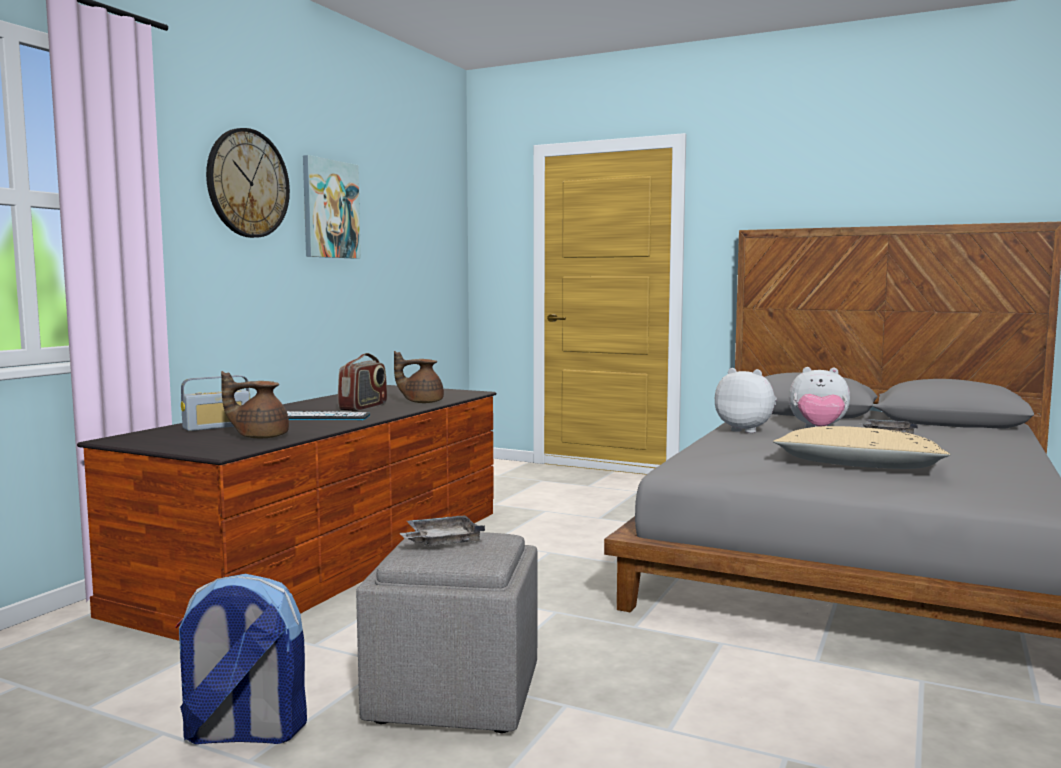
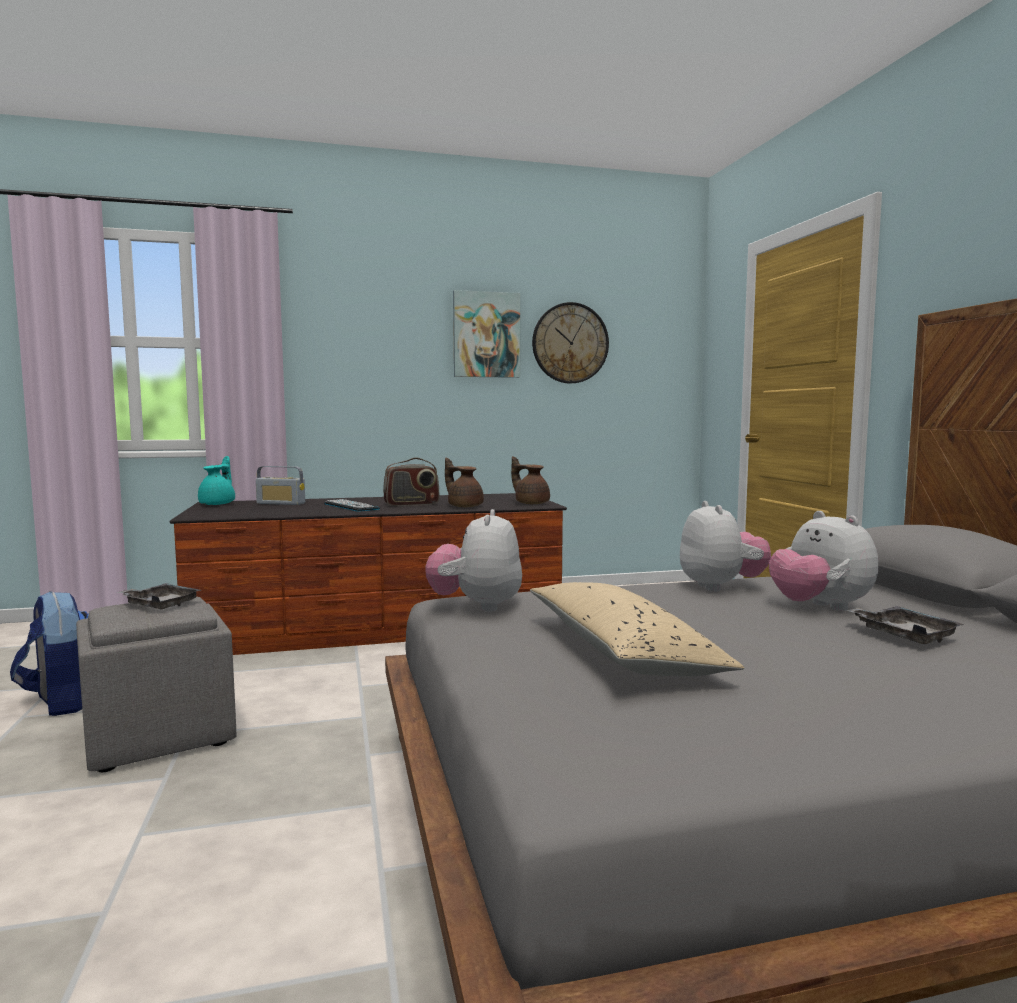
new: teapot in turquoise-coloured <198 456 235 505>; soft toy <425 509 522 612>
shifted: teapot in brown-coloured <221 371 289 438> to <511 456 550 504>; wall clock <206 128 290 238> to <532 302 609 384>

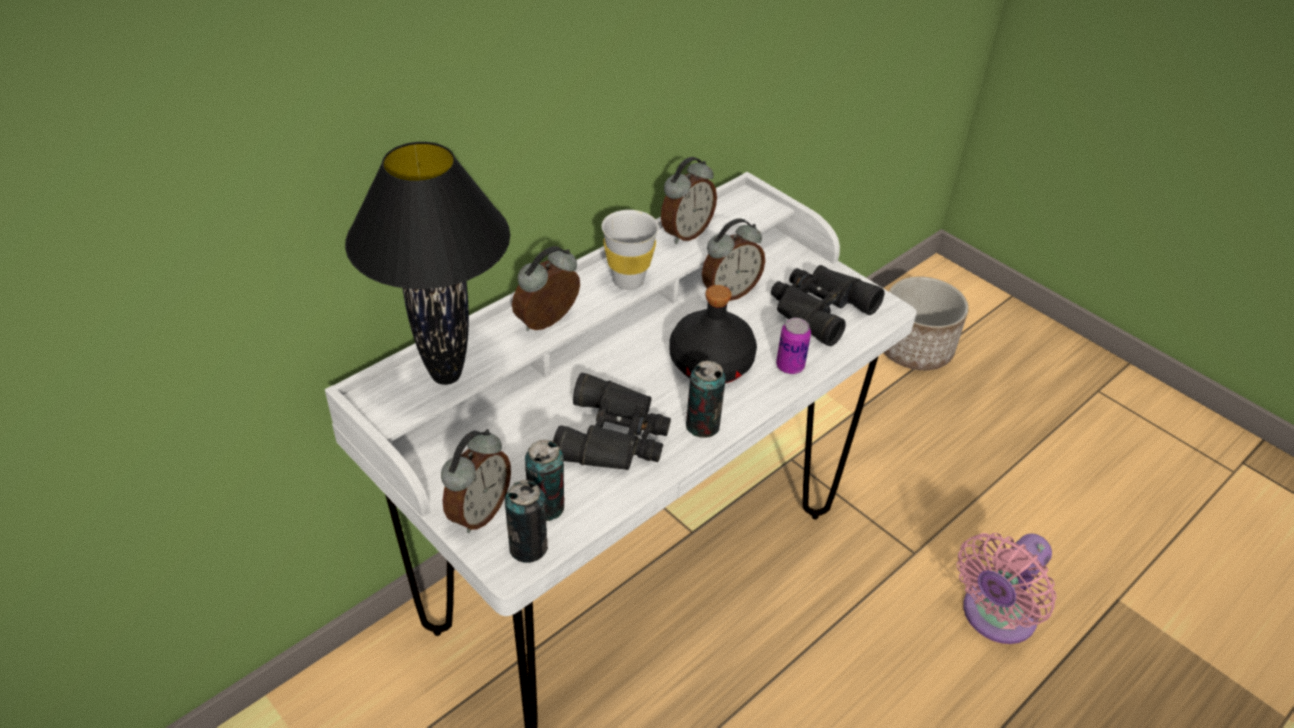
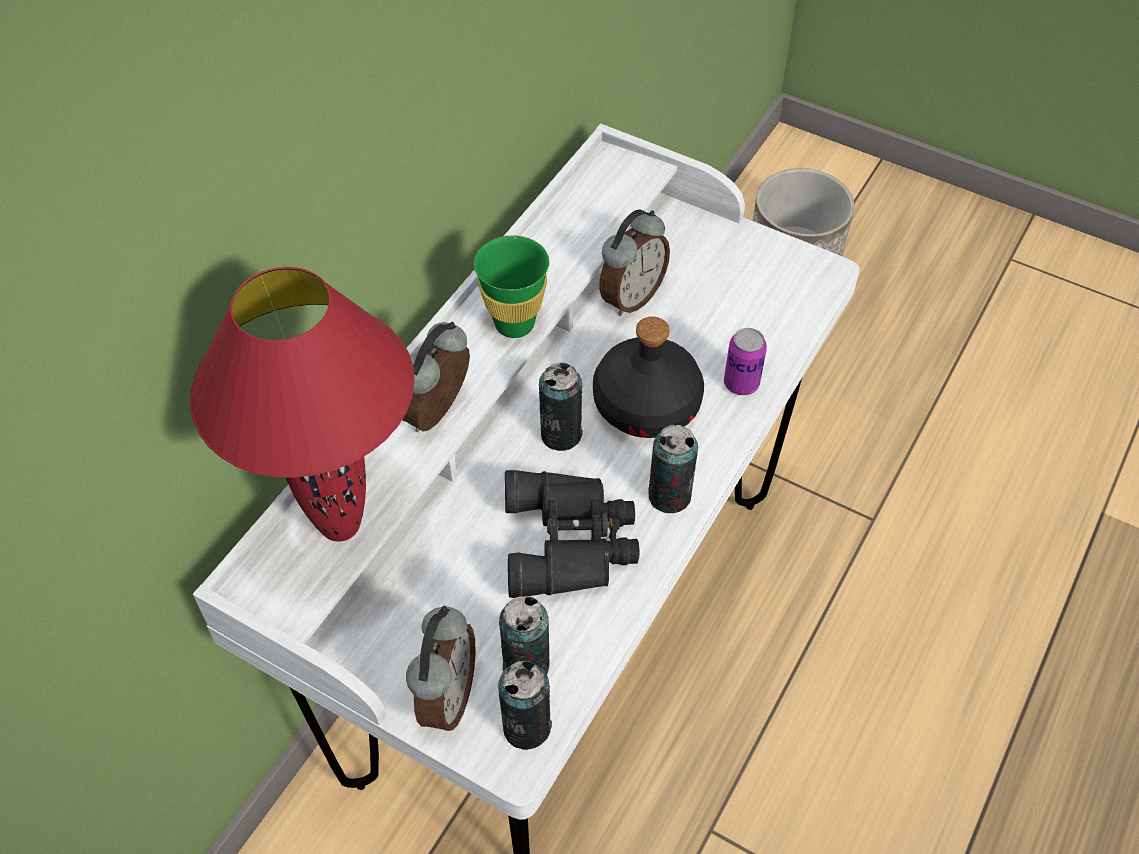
gone: alarm clock <661 157 717 244>; binoculars in blackish <771 265 885 346>; cooling fan in pinkish <957 533 1057 644>
new: sealed can <539 363 583 451>
repainted: table lamp in blackish <345 142 510 385> to table lamp in red-coloured <190 267 415 542>; cup in white <602 210 659 290> to cup in greenish <474 236 549 338>

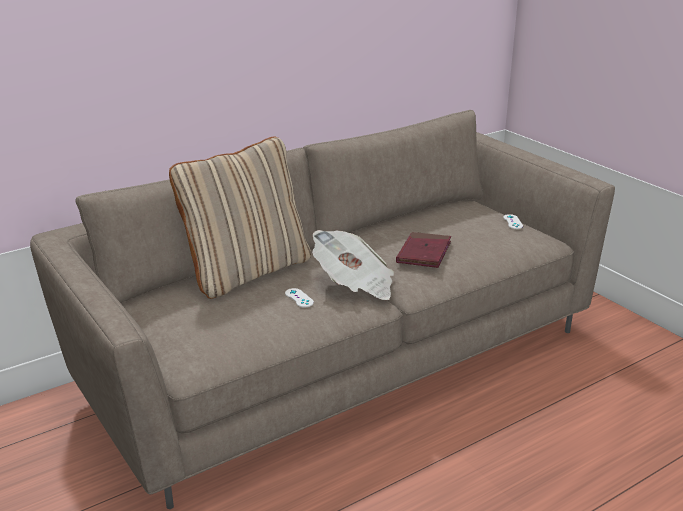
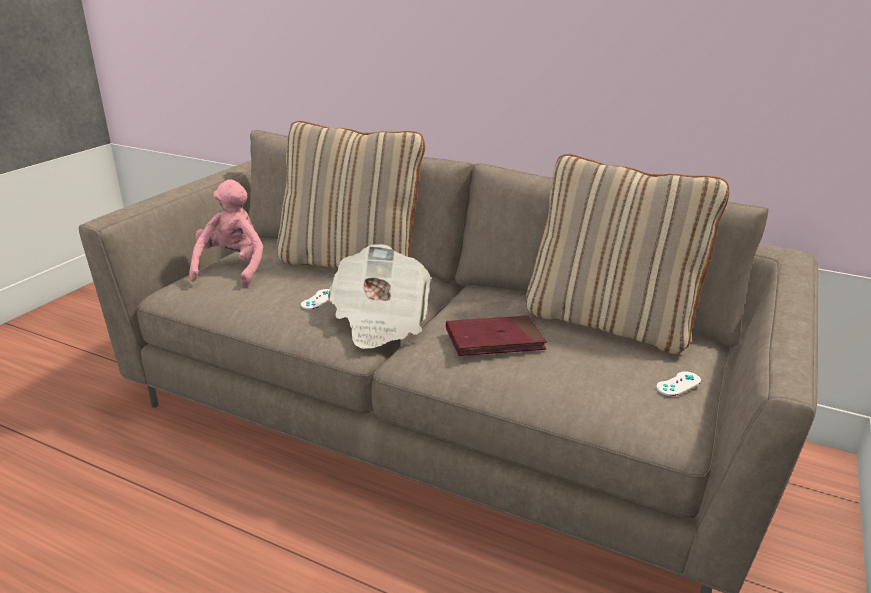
new: soft toy in pinkish <189 179 263 287>; cushion in beige-coloured <526 154 729 354>

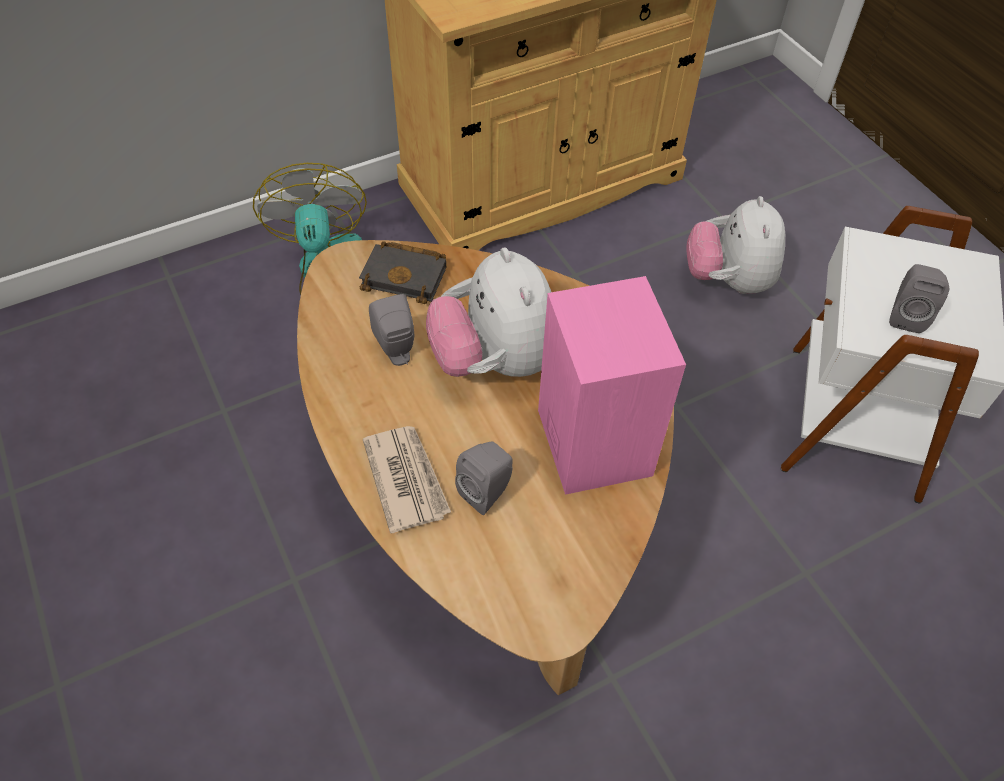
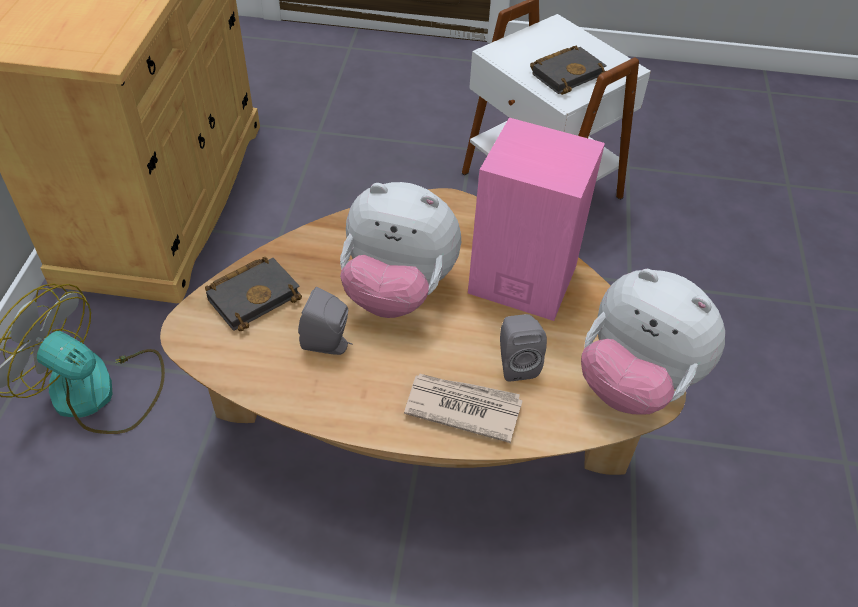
shifted: soft toy <687 196 785 294> to <581 269 725 415>
swapped: loudspeaker in gray <889 264 949 333> to book in blackish <530 46 607 95>

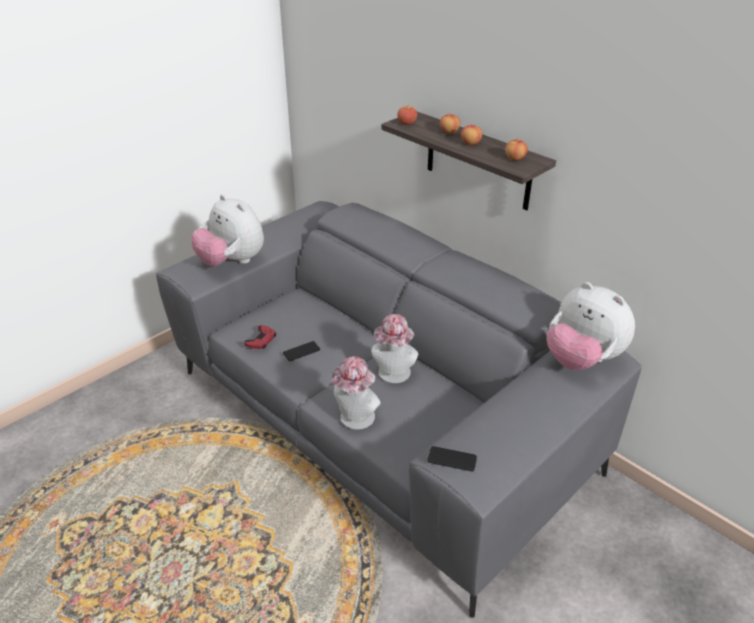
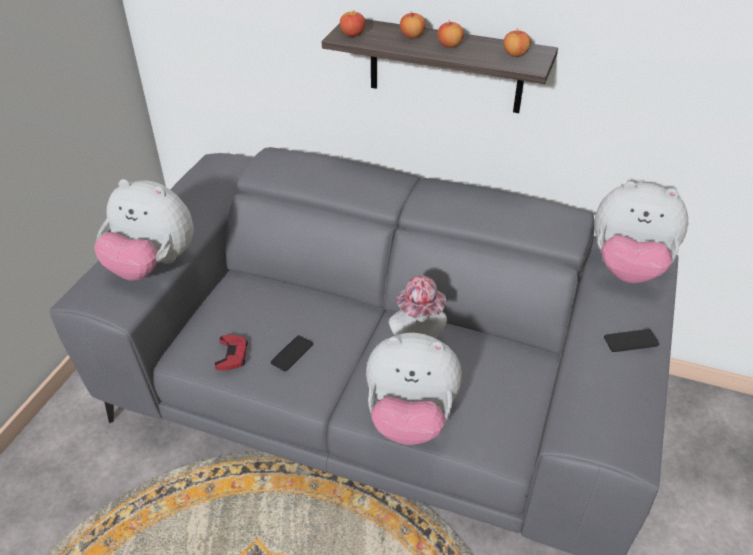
shifted: phone <427 446 477 471> to <604 329 659 352>
swapped: wearable hat <332 356 381 430> to soft toy <366 333 462 445>

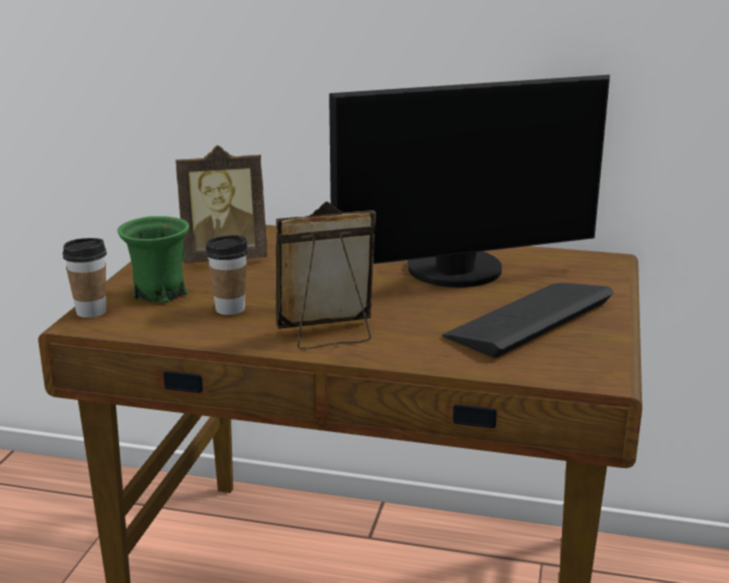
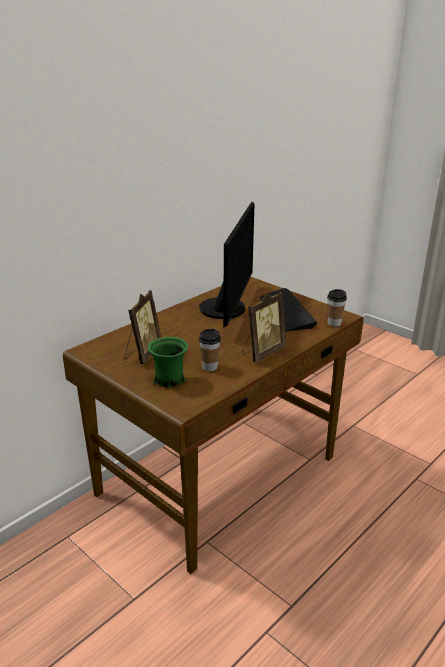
shifted: cup <63 238 107 318> to <327 289 347 327>
rotated: standing frame <276 201 376 349> = <242 292 286 363> 150 degrees counterclockwise

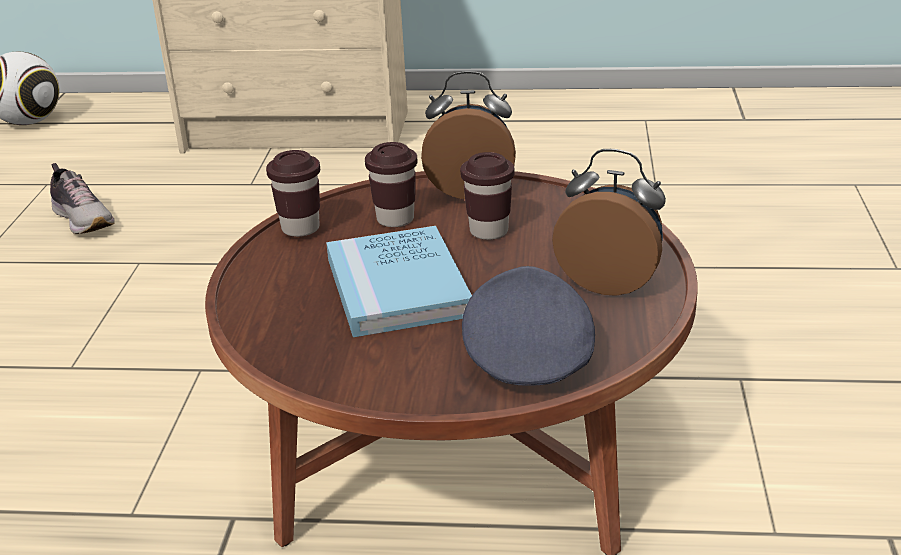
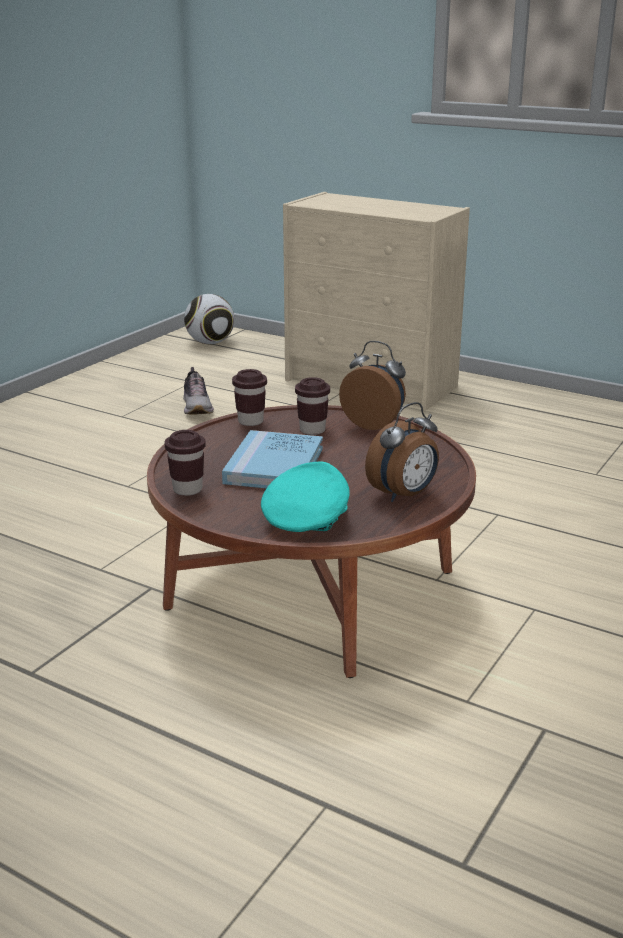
shifted: cup in brown-coloured <460 152 514 240> to <164 430 206 496>
repainted: cap in gray <462 266 595 386> to cap in turquoise-coloured <261 461 350 532>
rotated: alarm clock <552 149 666 296> = <365 402 439 502> 90 degrees clockwise

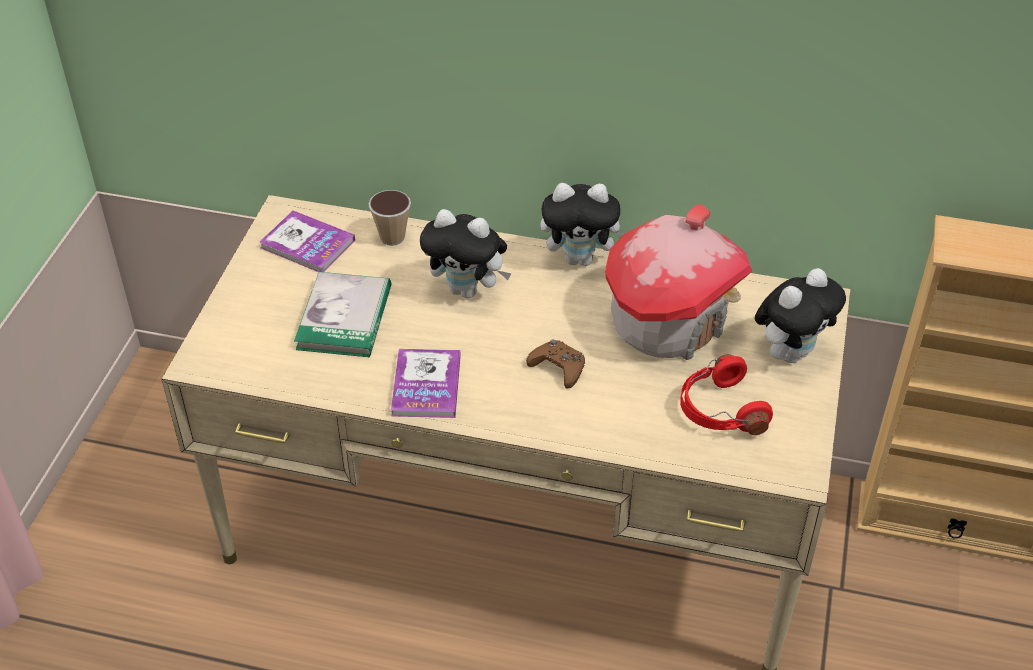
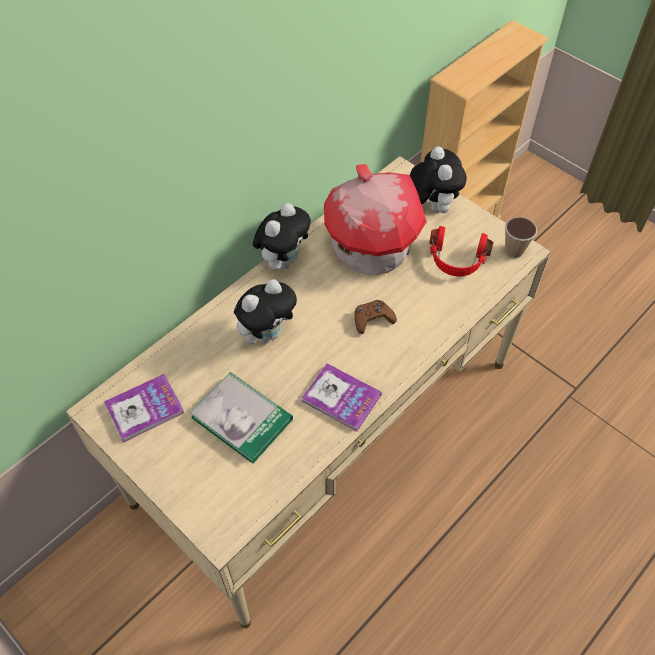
shifted: cup <368 190 411 246> to <505 217 537 258>

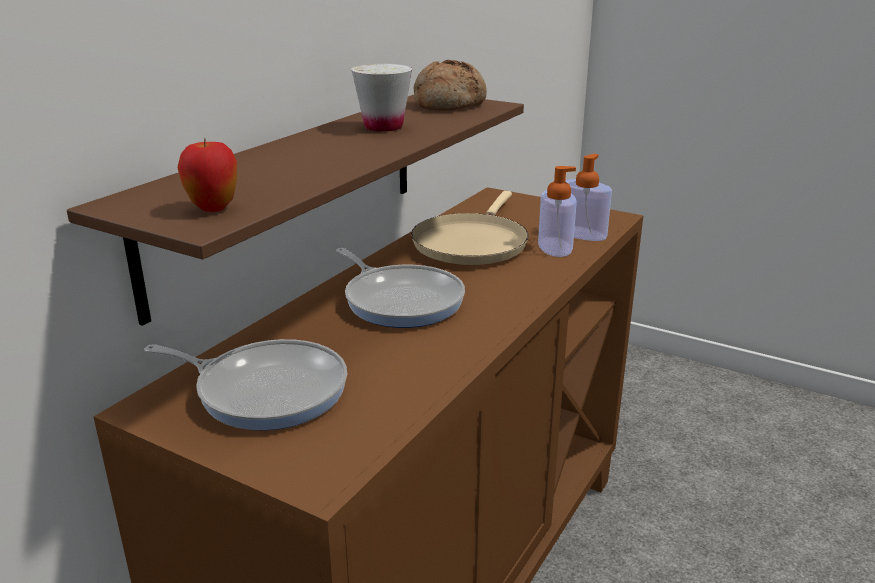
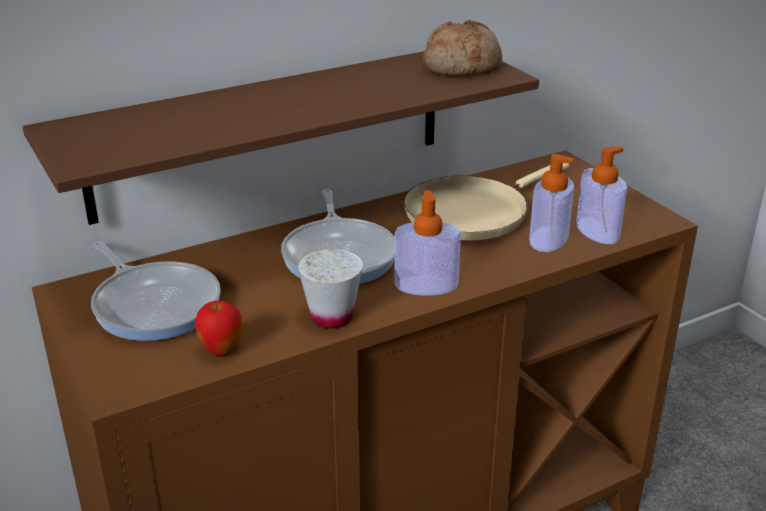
new: soap bottle <394 190 461 296>
shifted: whole apple <178 138 237 212> to <195 301 242 356>; cup in white <351 64 413 132> to <298 249 363 329>

